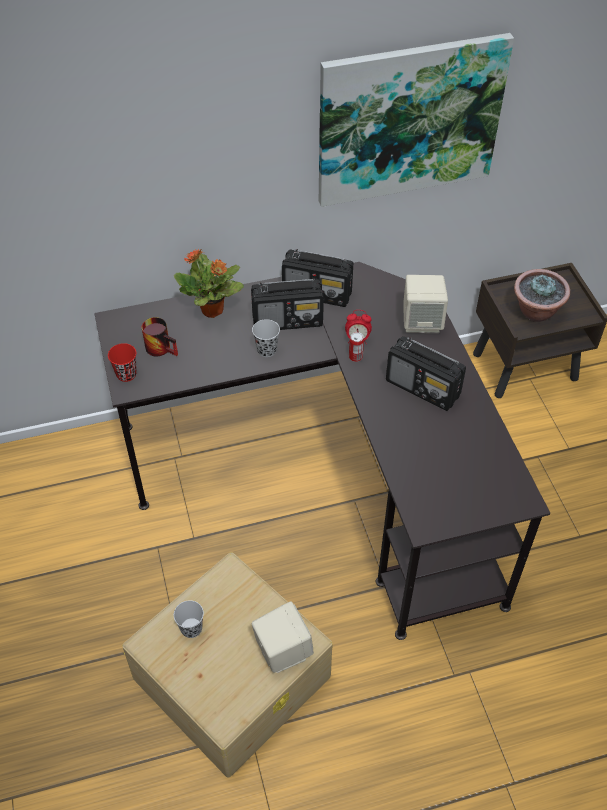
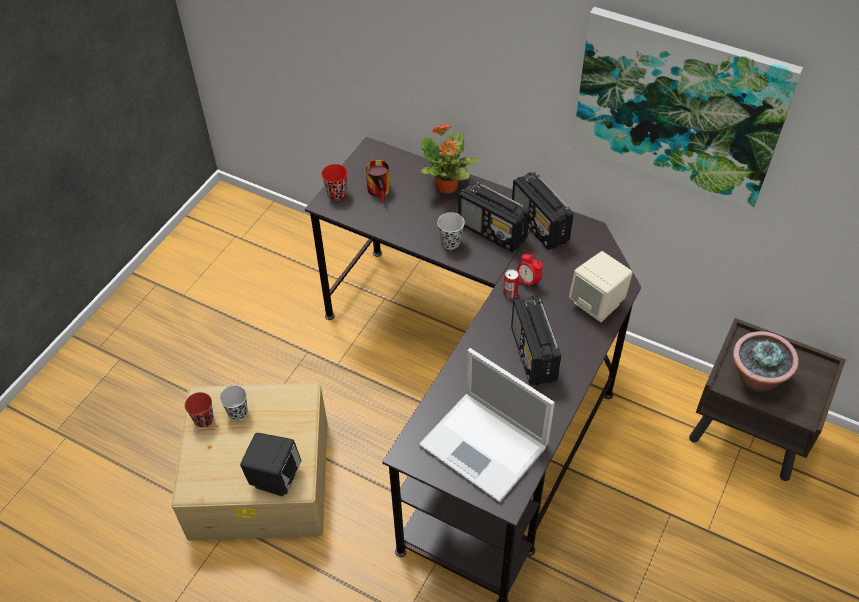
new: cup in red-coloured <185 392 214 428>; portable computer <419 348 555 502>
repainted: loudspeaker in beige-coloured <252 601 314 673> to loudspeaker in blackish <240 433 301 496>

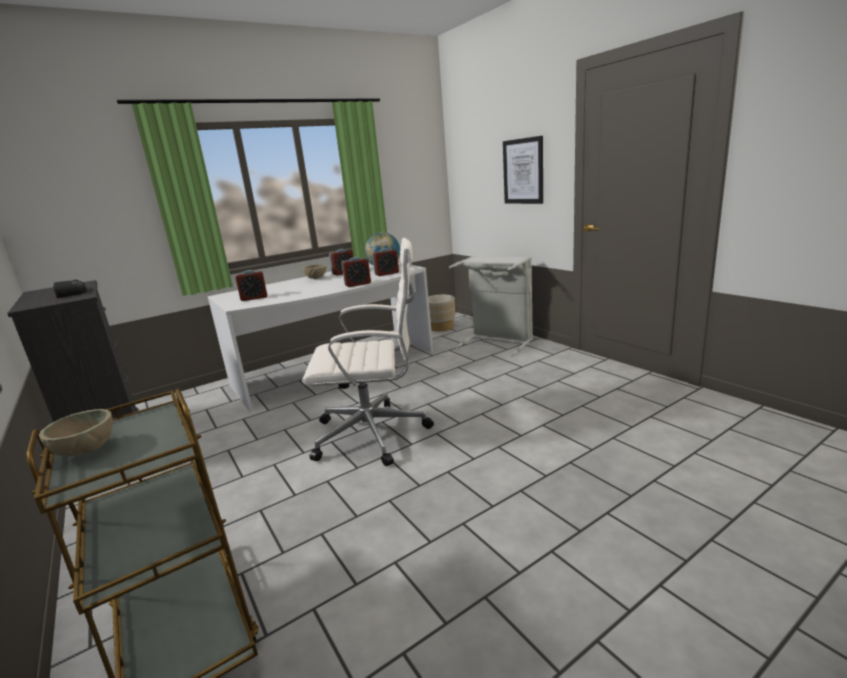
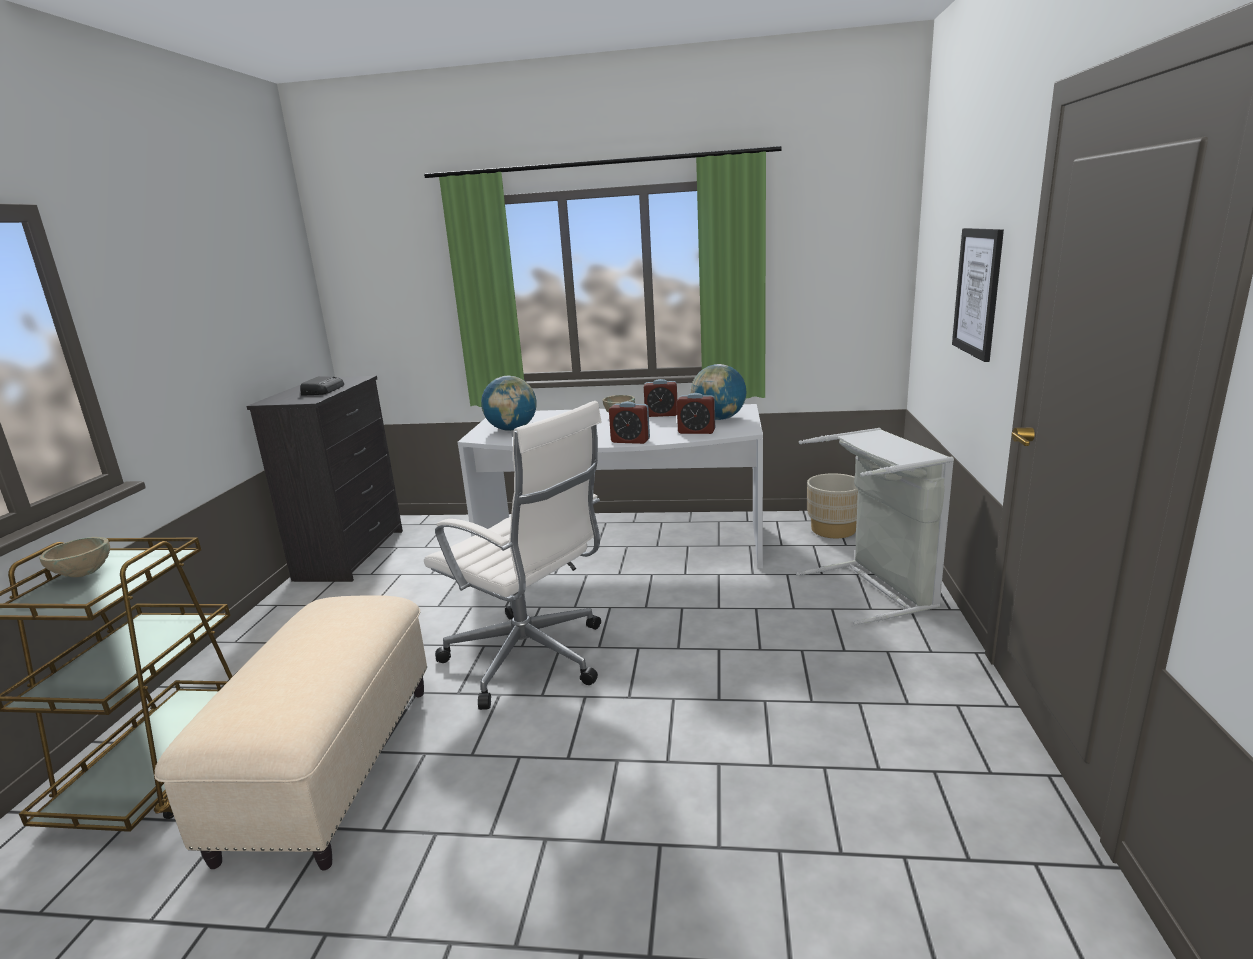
new: footrest in beige-coloured <154 595 427 871>
swapped: alarm clock <236 270 267 301> to desk globe <481 376 536 431>

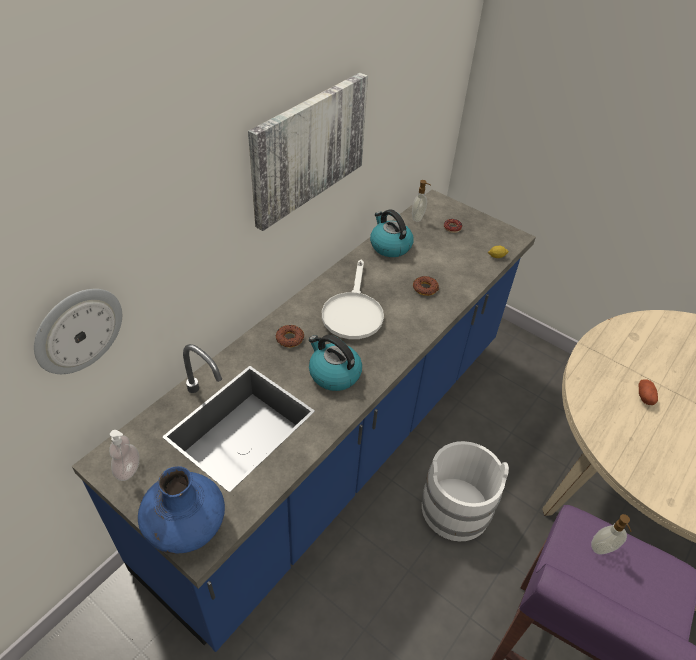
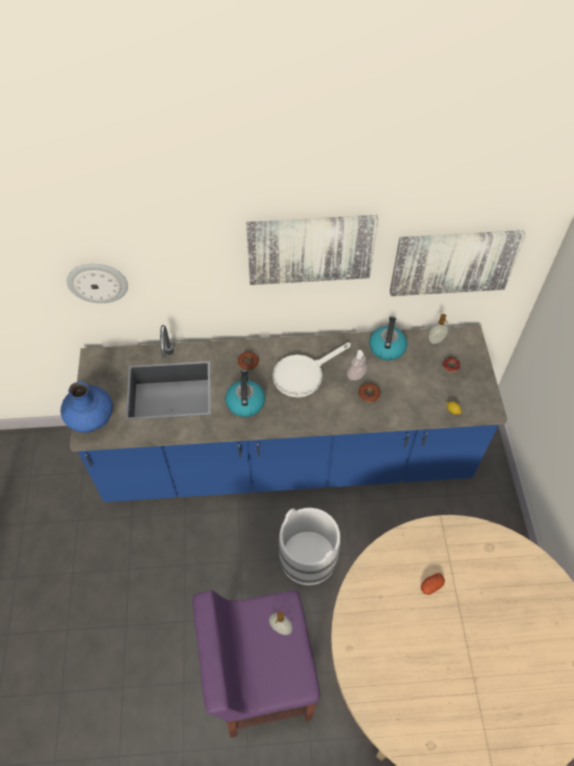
new: picture <390 230 525 296>
shifted: soap bottle <109 430 139 481> to <347 350 368 381>

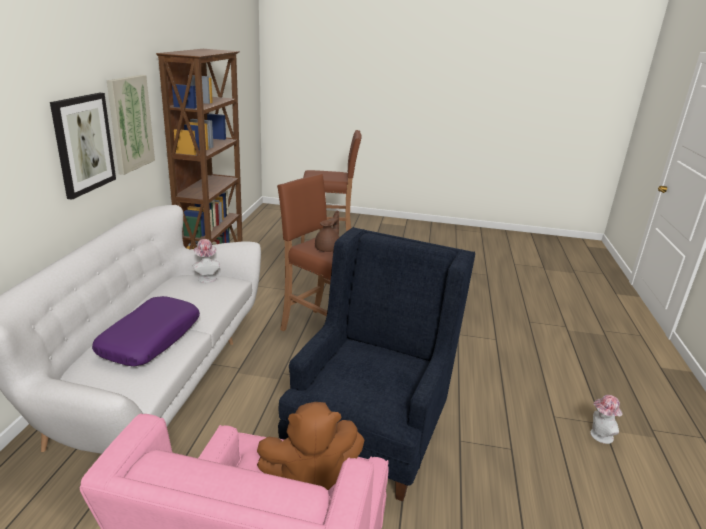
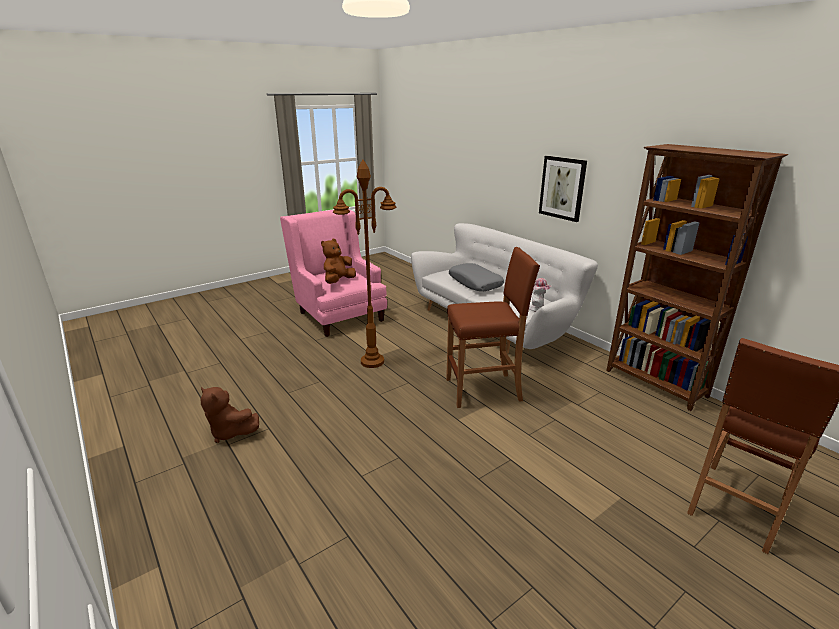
gone: picture <107 75 155 175>; teapot in brown-coloured <315 210 340 252>
swapped: wearable hat <590 395 623 444> to soft toy in brown-coloured <200 387 259 443>; easy chair in bluish <278 227 475 501> to floor lamp in brown-coloured <333 159 396 368>
repainted: cushion in purple-coloured <92 296 200 366> to cushion in gray <449 263 504 291>

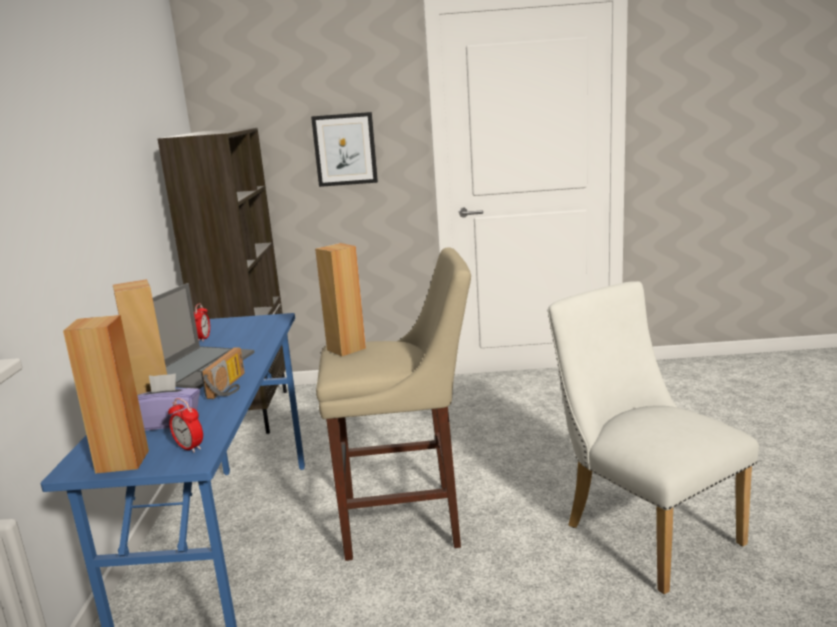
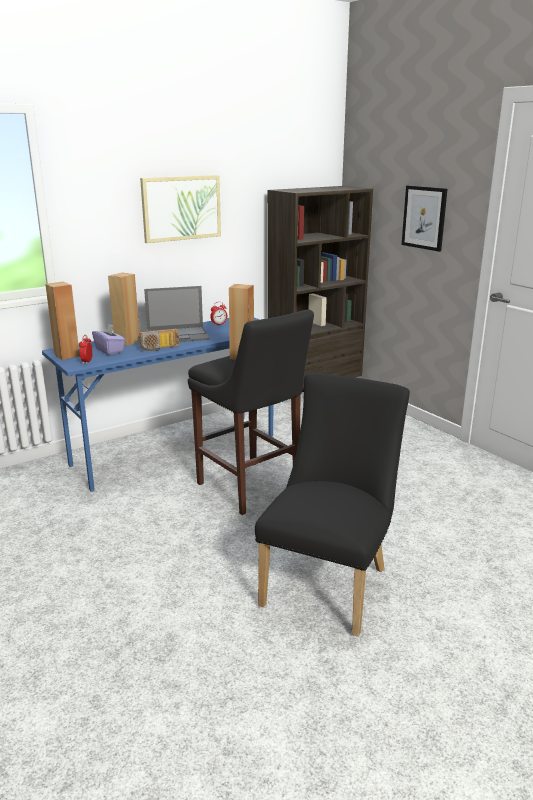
new: picture <140 175 221 243>
repainted: stool in beige-coloured <316 247 471 561> to stool in blackish <188 309 314 515>; upright chair in white <547 281 759 594> to upright chair in blackish <255 373 410 637>

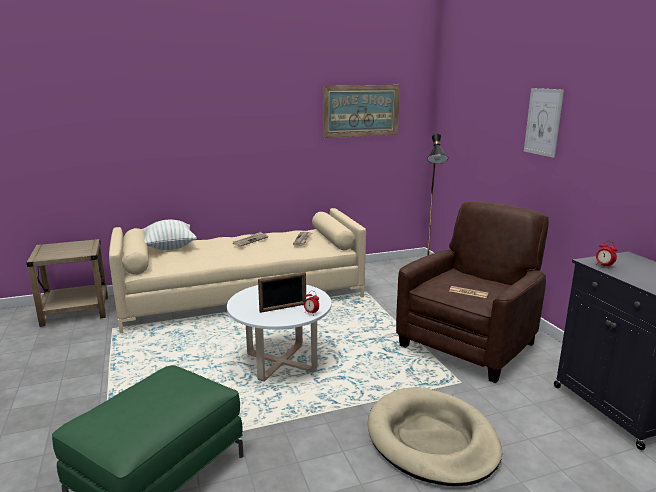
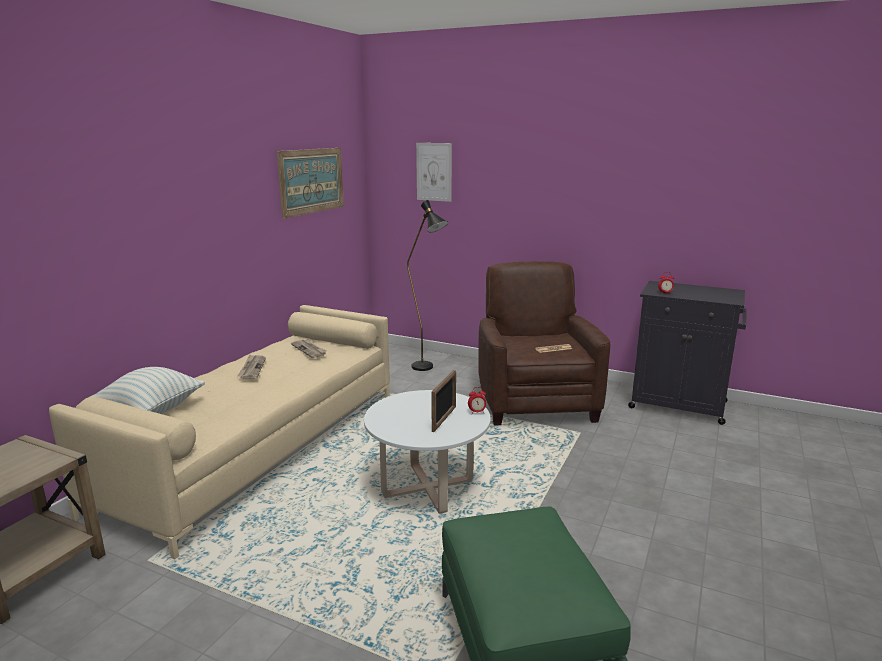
gone: dog bed in beige-coloured <368 387 502 486>
shifted: picture <524 88 564 158> to <416 143 452 202>

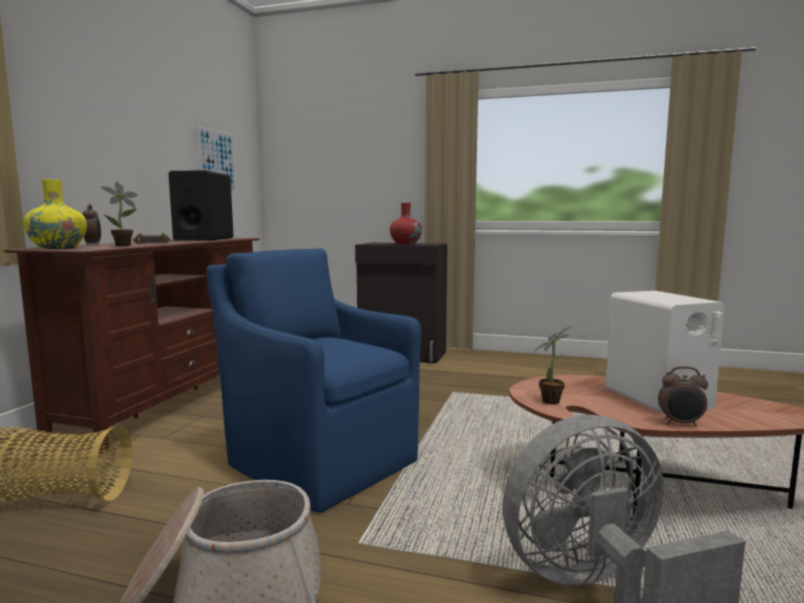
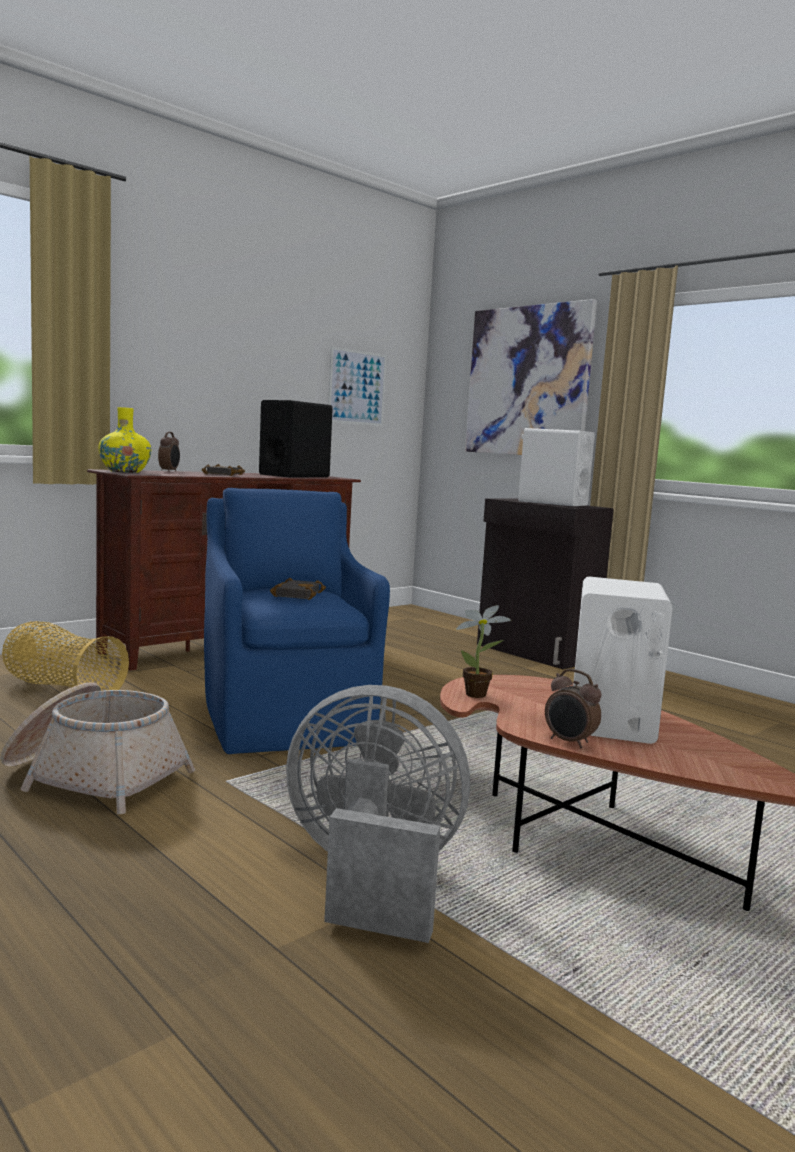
gone: houseplant <101 182 138 246>
new: book in blackish <270 578 326 600>; picture <465 299 597 455>
swapped: vase in red-coloured <390 203 422 244> to loudspeaker in white <518 428 595 506>

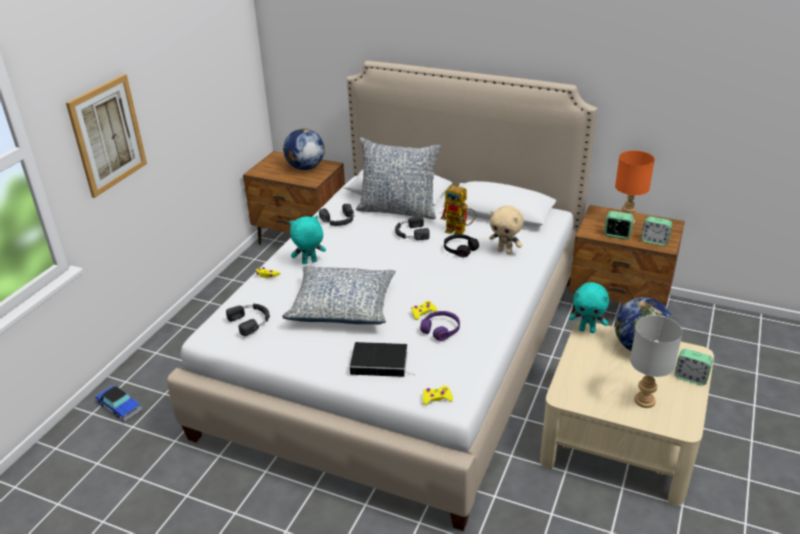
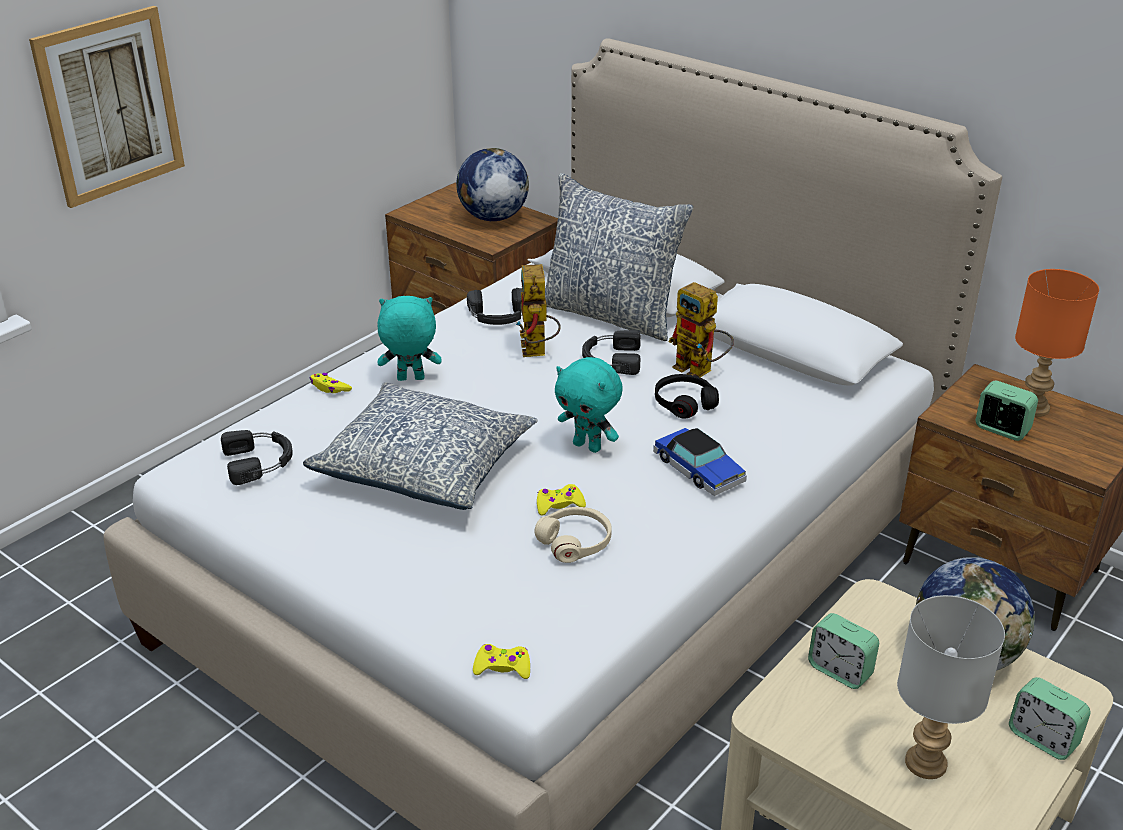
gone: book <350 342 416 377>; soft toy in beige-coloured <489 205 524 254>
new: robot figure <516 264 561 357>
shifted: soft toy in turquoise-coloured <569 282 609 333> to <555 357 623 453>; model car <96 386 142 422> to <653 428 747 496>; alarm clock <641 216 672 246> to <808 613 879 689>
repainted: headphones in purple-coloured <420 311 460 341> to headphones in beige-coloured <534 507 612 563>

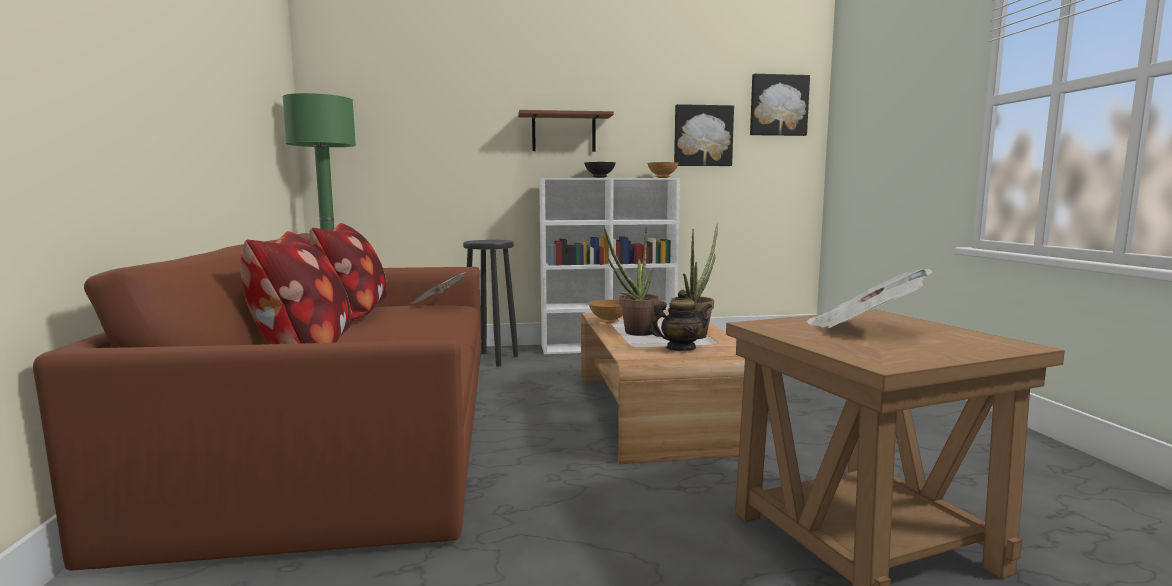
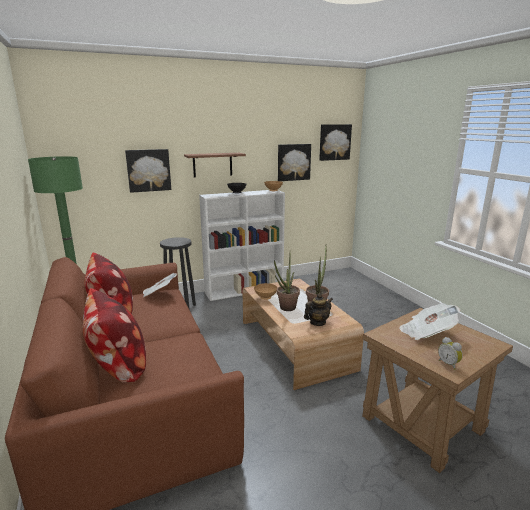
new: picture <125 149 171 193>; alarm clock <438 337 463 370>

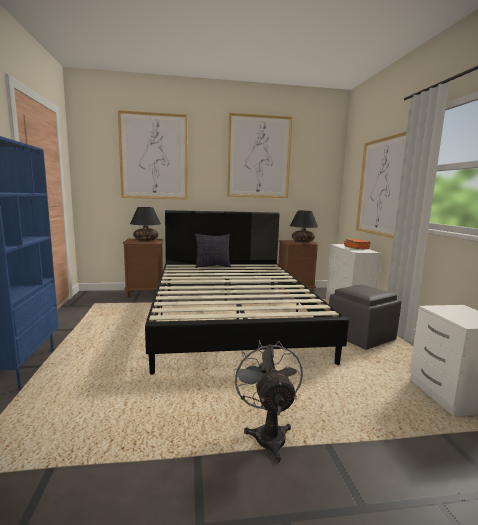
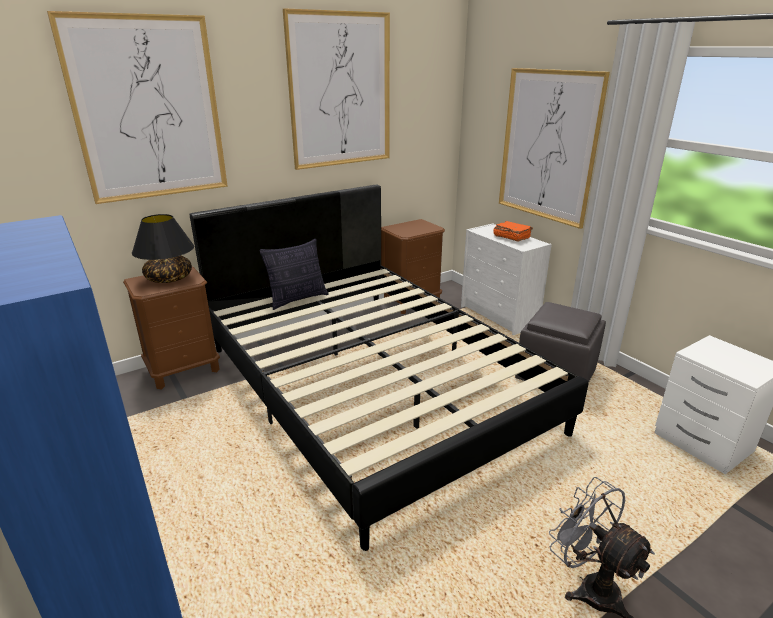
gone: table lamp in blackish <290 210 318 242>

